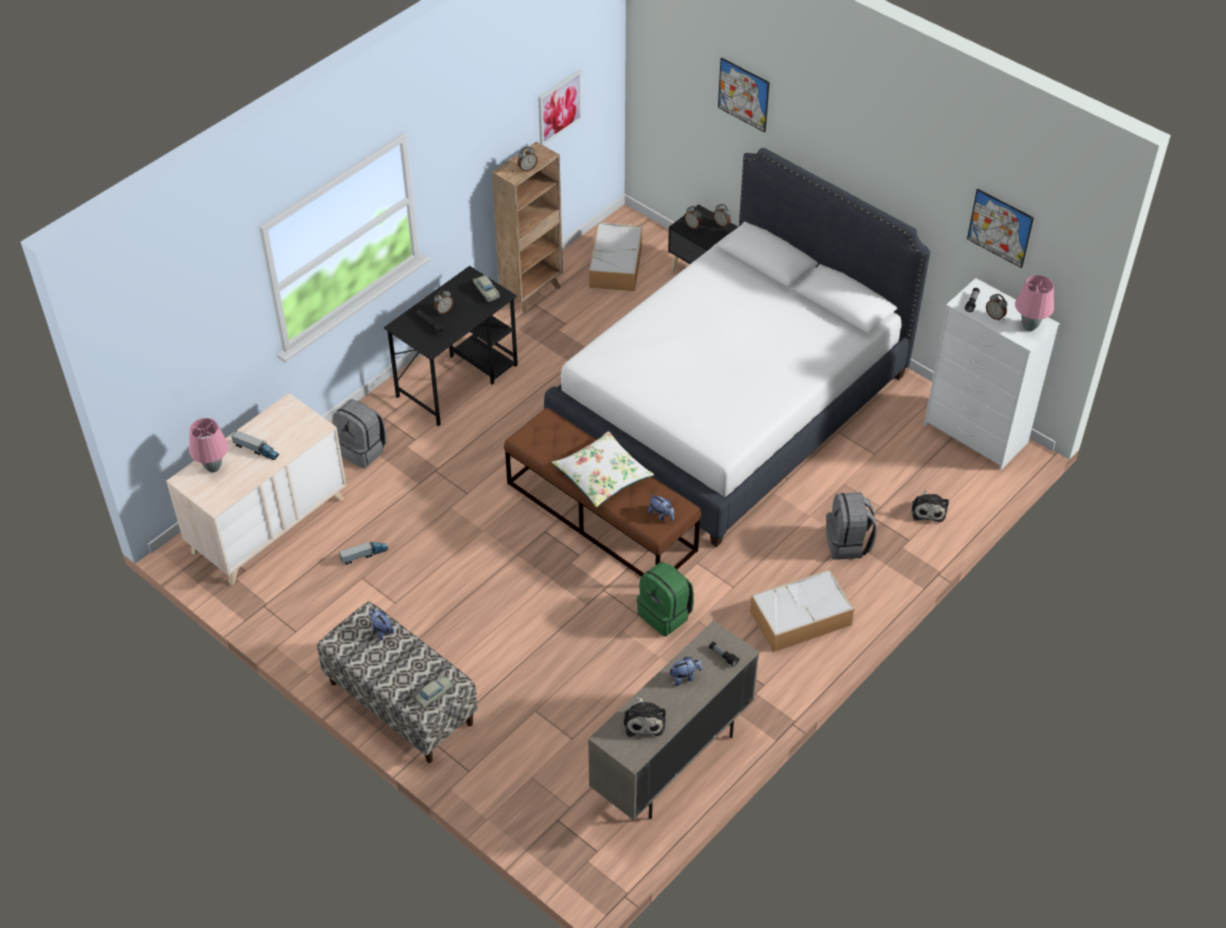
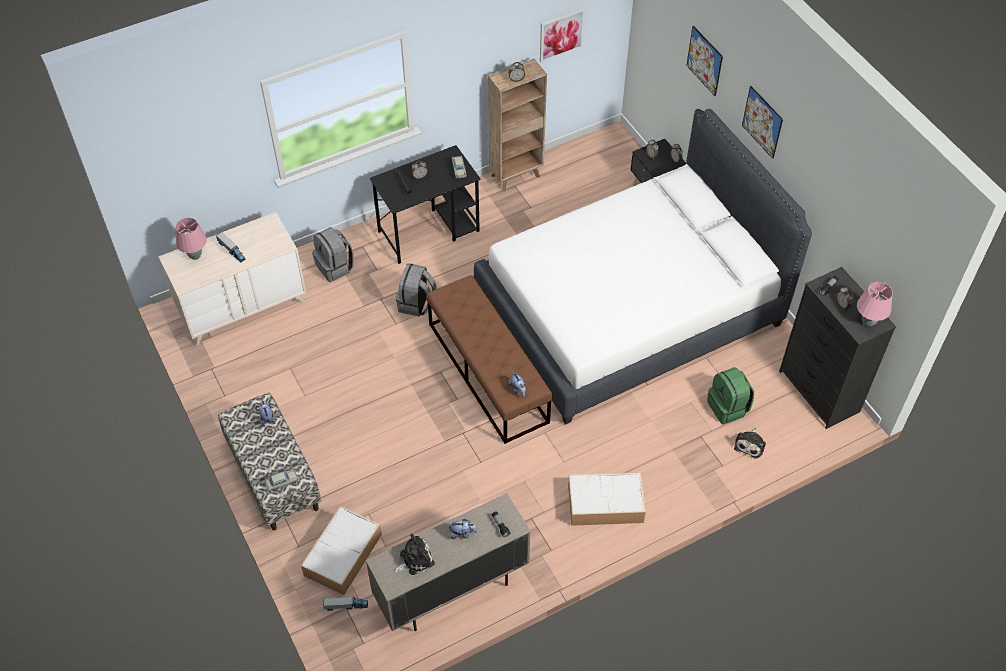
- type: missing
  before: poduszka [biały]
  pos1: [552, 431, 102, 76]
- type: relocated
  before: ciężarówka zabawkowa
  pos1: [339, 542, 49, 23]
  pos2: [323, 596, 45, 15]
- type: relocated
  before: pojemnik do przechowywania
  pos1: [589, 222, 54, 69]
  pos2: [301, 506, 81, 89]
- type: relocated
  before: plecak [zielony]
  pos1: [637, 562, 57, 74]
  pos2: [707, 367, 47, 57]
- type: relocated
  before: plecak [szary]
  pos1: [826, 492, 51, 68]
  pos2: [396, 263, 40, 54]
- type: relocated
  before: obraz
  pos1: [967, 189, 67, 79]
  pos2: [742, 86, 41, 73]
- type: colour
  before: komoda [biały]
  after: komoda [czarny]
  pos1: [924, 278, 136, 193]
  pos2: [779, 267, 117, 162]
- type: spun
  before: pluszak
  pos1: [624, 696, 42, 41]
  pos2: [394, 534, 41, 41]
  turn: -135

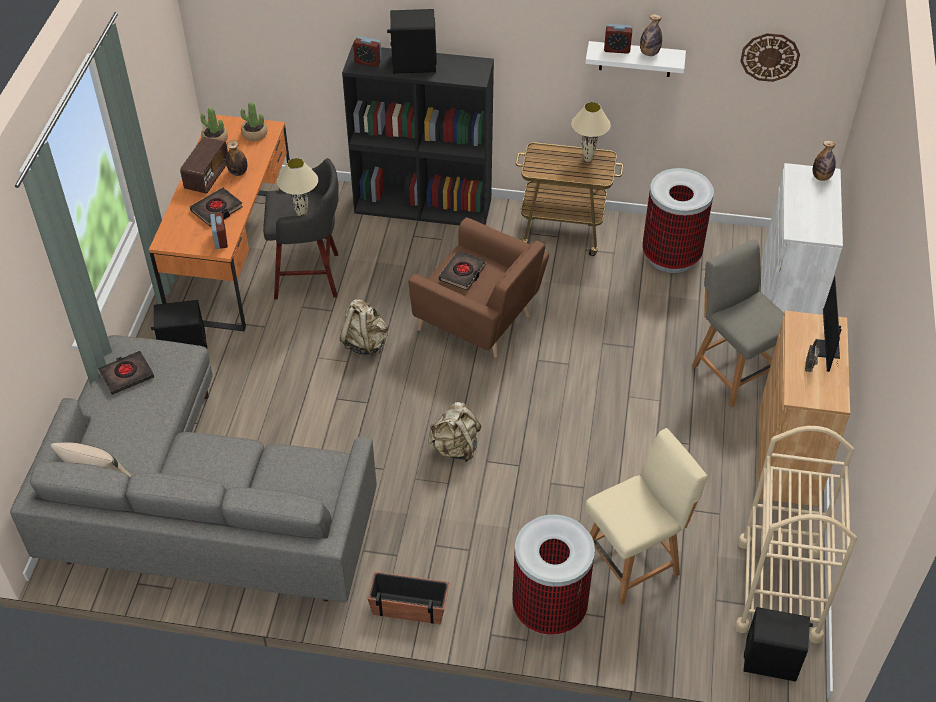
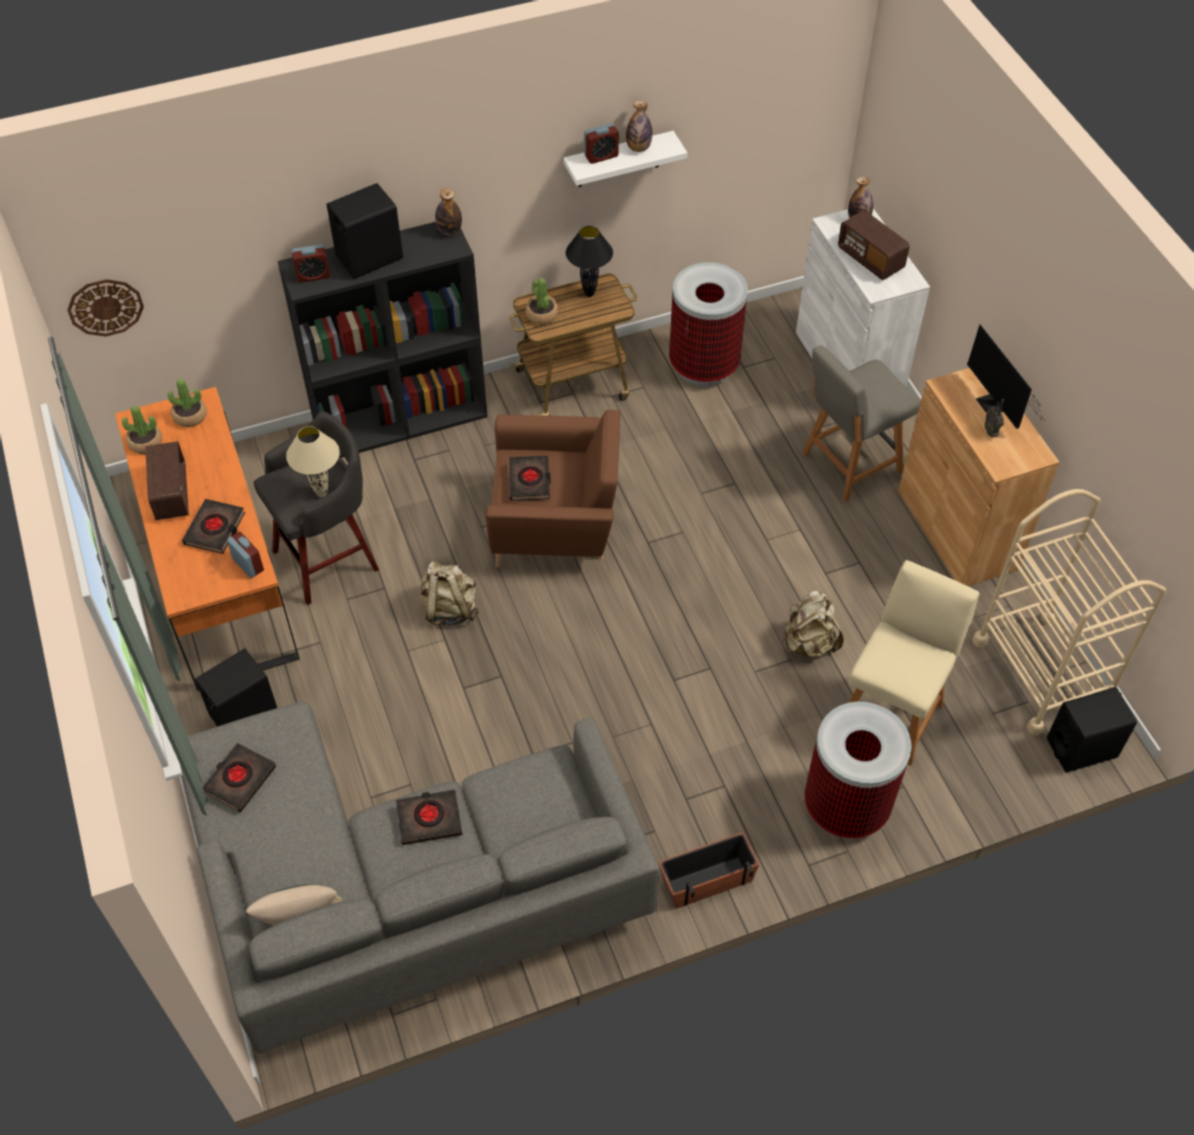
- type: appeared
  after: książka [czarny]
  pos2: [396, 789, 67, 56]
- type: appeared
  after: roślina doniczkowa
  pos2: [526, 278, 32, 46]
- type: appeared
  after: radio
  pos2: [838, 210, 72, 70]
- type: relocated
  before: butelka
  pos1: [226, 140, 21, 36]
  pos2: [435, 188, 27, 47]
- type: relocated
  before: plecak [beżowy]
  pos1: [428, 402, 53, 60]
  pos2: [782, 590, 62, 68]
- type: relocated
  before: zegar ścienny
  pos1: [740, 33, 60, 49]
  pos2: [67, 279, 77, 58]
- type: colour
  before: lampa stołowa [beżowy]
  after: lampa stołowa [czarny]
  pos1: [572, 102, 39, 60]
  pos2: [566, 226, 47, 71]
- type: spun
  before: krzesło [szary]
  pos1: [692, 239, 92, 168]
  pos2: [802, 345, 119, 157]
  turn: -60

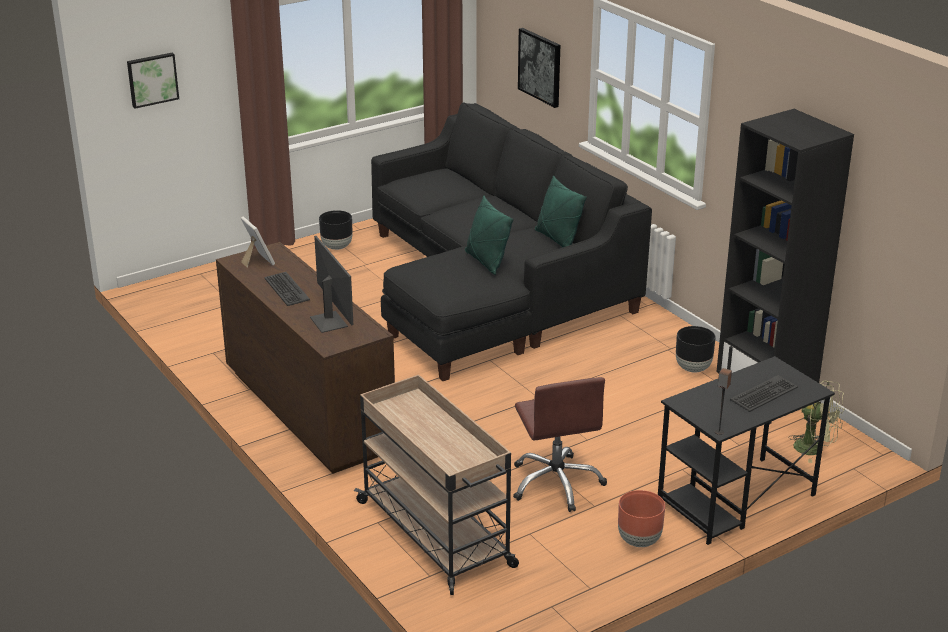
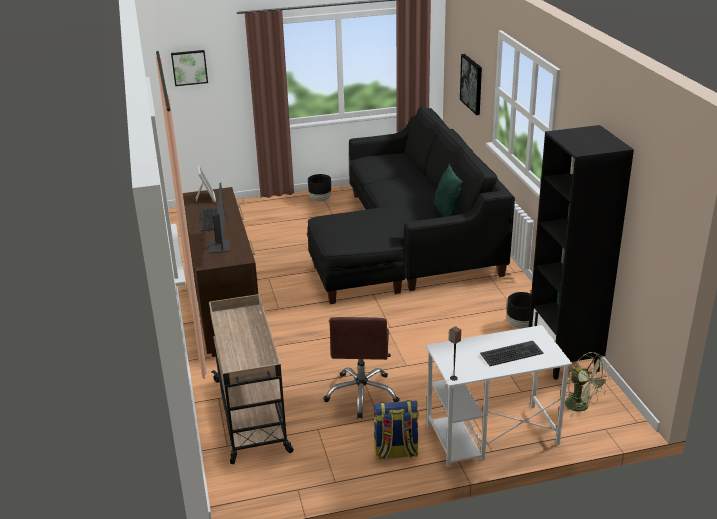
- type: missing
  before: poduszka [zielony]
  pos1: [465, 196, 48, 79]
- type: exchanged
  before: donica [brązowy]
  after: plecak
  pos1: [618, 490, 47, 57]
  pos2: [373, 400, 46, 60]
- type: colour
  before: biurko [czarny]
  after: biurko [biały]
  pos1: [658, 356, 177, 189]
  pos2: [426, 325, 146, 142]

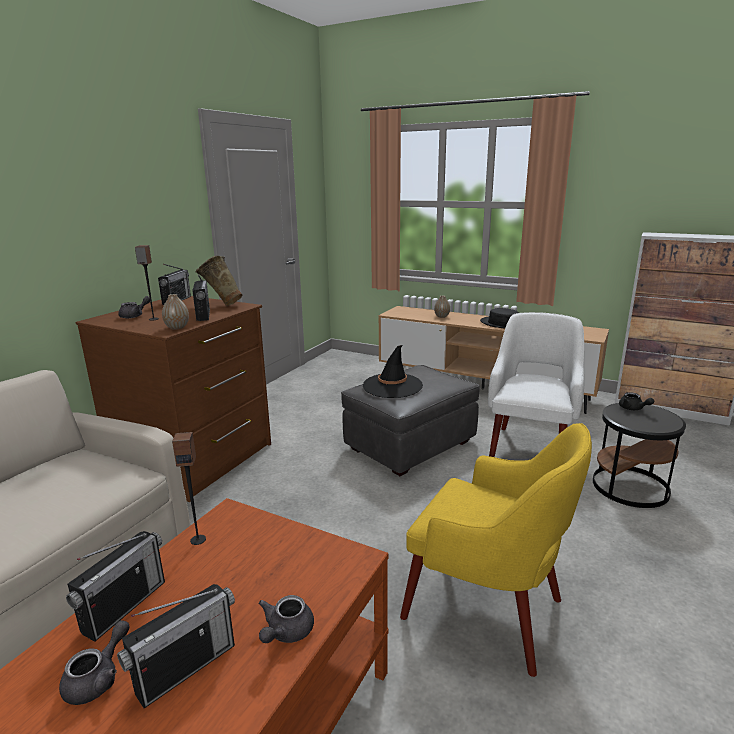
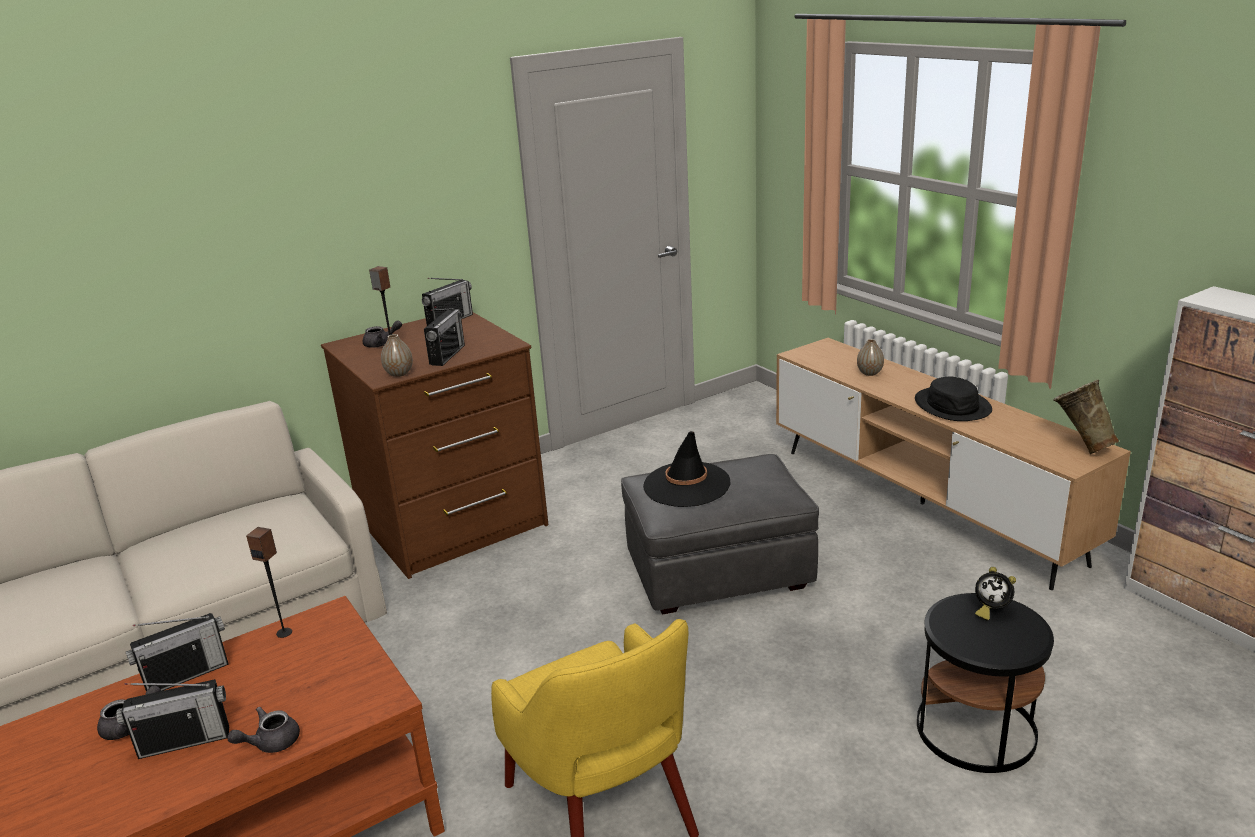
- type: missing
  before: fotel [biały]
  pos1: [488, 312, 96, 145]
- type: relocated
  before: wazon [beżowy]
  pos1: [195, 256, 48, 50]
  pos2: [1053, 380, 66, 74]
- type: exchanged
  before: imbryk [czarny]
  after: budzik
  pos1: [619, 392, 35, 18]
  pos2: [975, 567, 41, 53]

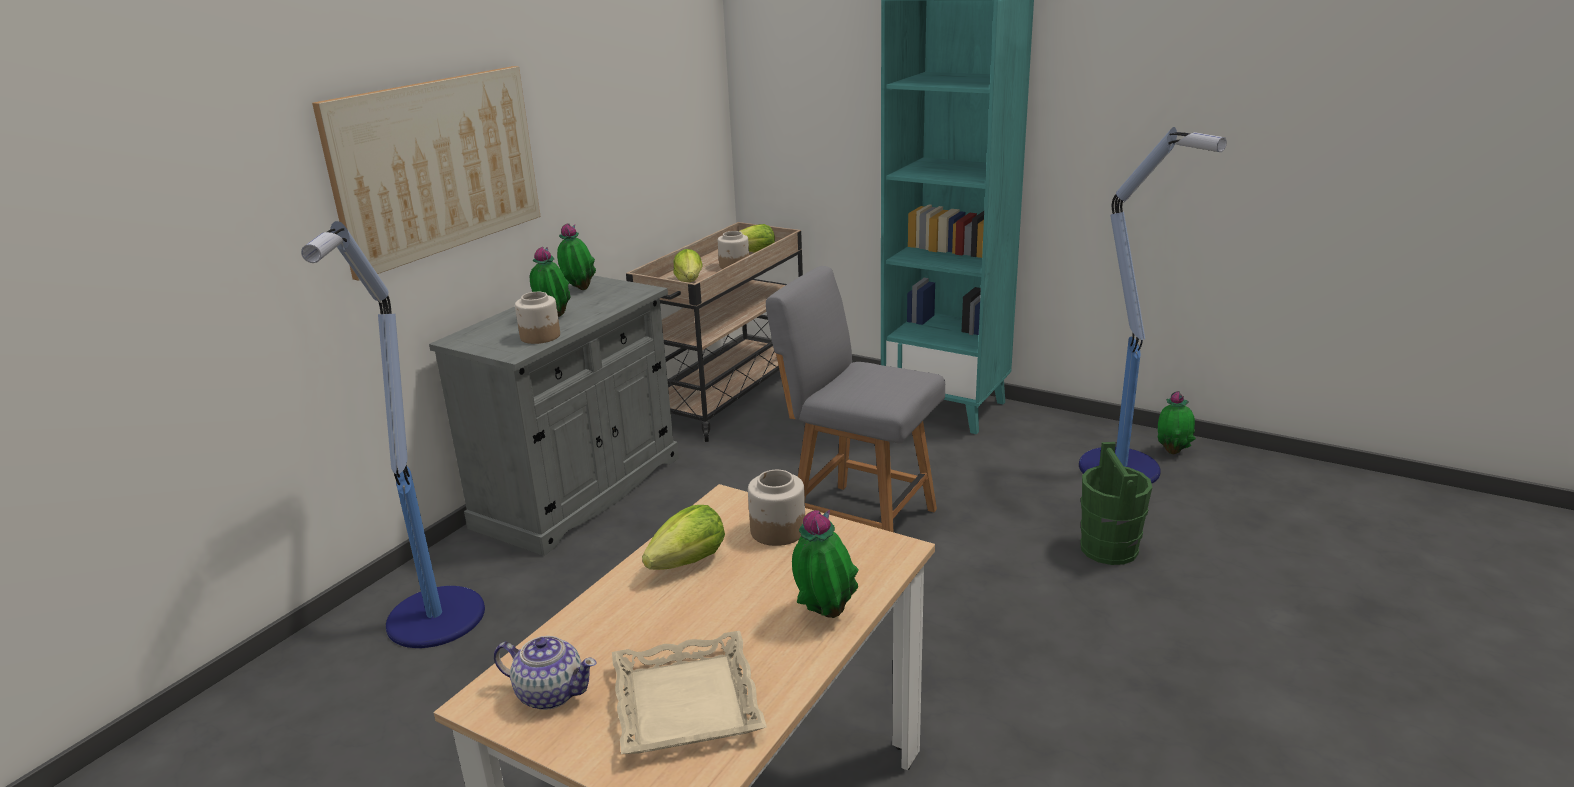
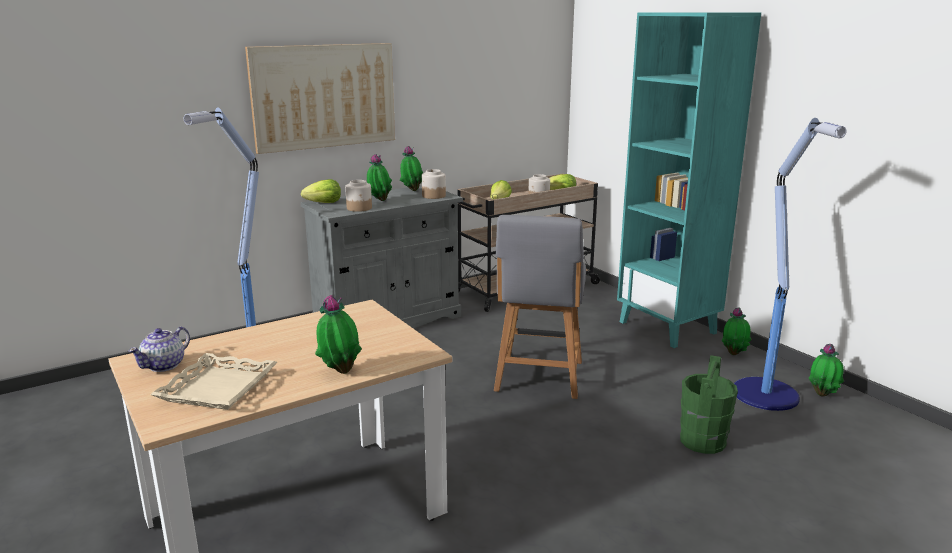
- type: appeared
  after: roślina doniczkowa
  pos2: [722, 307, 29, 48]
- type: relocated
  before: sałata
  pos1: [642, 505, 83, 65]
  pos2: [301, 179, 40, 24]
- type: relocated
  before: słoik
  pos1: [748, 470, 57, 76]
  pos2: [422, 169, 24, 30]
- type: spun
  before: imbryk
  pos1: [494, 636, 103, 74]
  pos2: [129, 326, 61, 46]
  turn: 75
- type: spun
  before: krzesło [szary]
  pos1: [766, 266, 179, 266]
  pos2: [494, 215, 92, 184]
  turn: -135

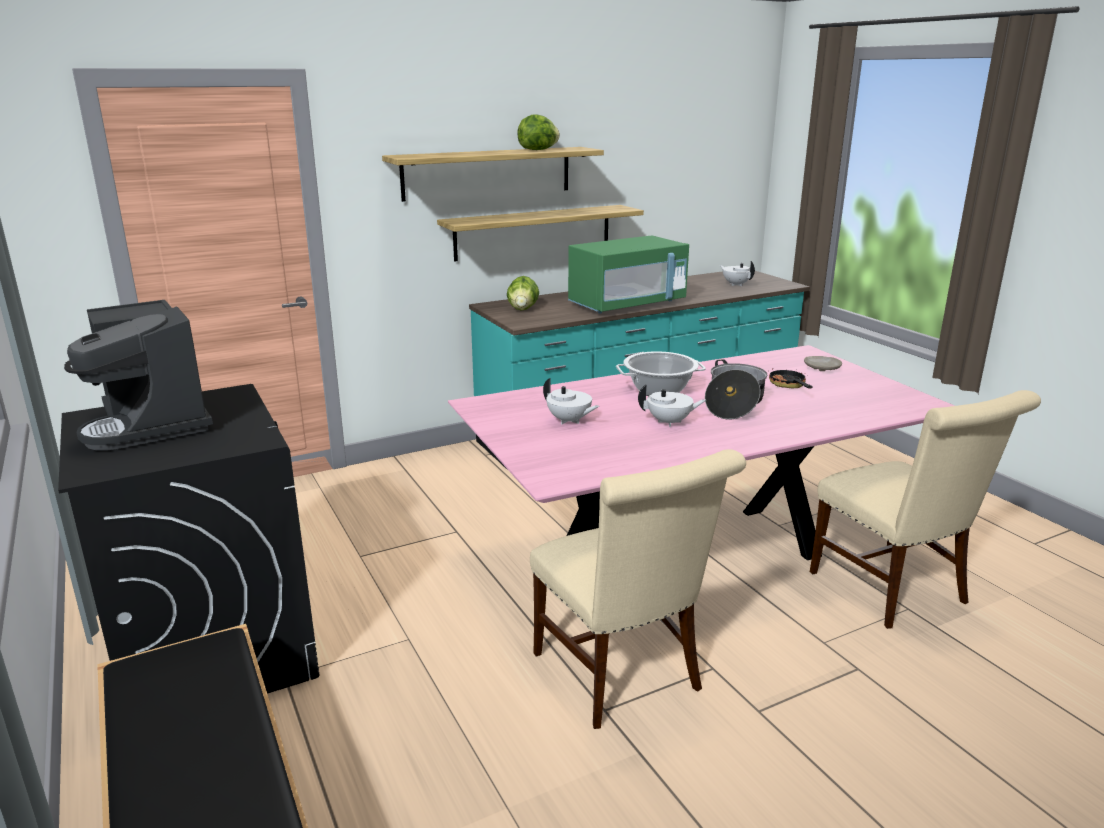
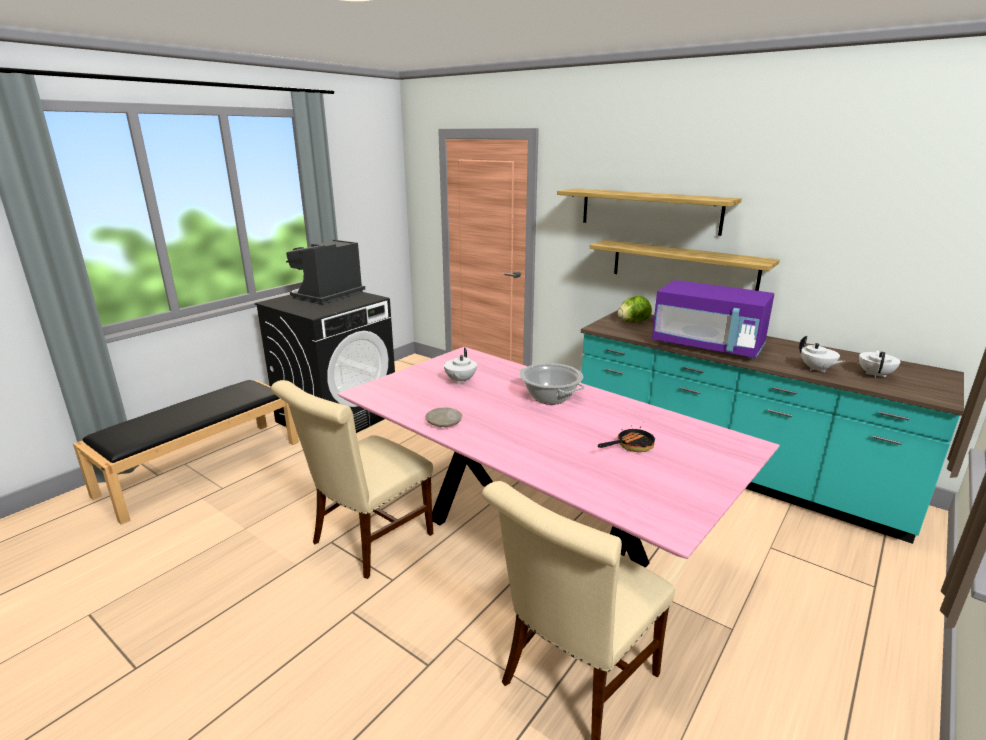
- type: missing
  before: sałata
  pos1: [517, 114, 43, 36]
- type: missing
  before: garnek
  pos1: [705, 359, 62, 61]
- type: relocated
  before: imbryk [biały]
  pos1: [638, 384, 68, 43]
  pos2: [799, 336, 47, 37]
- type: relocated
  before: talerz [beżowy]
  pos1: [804, 356, 38, 15]
  pos2: [426, 408, 37, 19]
- type: colour
  before: mikrofalówka [zielony]
  after: mikrofalówka [fioletowy]
  pos1: [568, 236, 121, 77]
  pos2: [652, 280, 122, 79]

